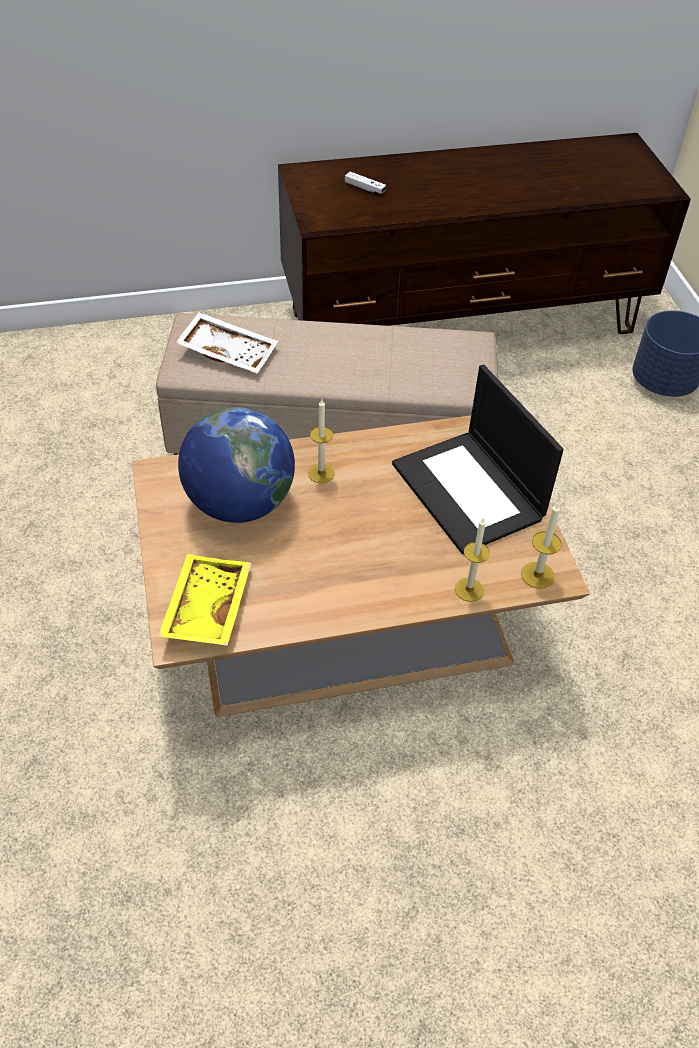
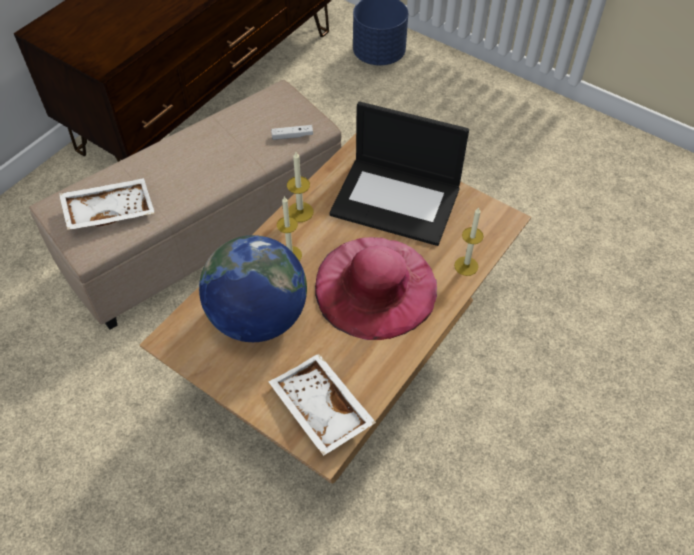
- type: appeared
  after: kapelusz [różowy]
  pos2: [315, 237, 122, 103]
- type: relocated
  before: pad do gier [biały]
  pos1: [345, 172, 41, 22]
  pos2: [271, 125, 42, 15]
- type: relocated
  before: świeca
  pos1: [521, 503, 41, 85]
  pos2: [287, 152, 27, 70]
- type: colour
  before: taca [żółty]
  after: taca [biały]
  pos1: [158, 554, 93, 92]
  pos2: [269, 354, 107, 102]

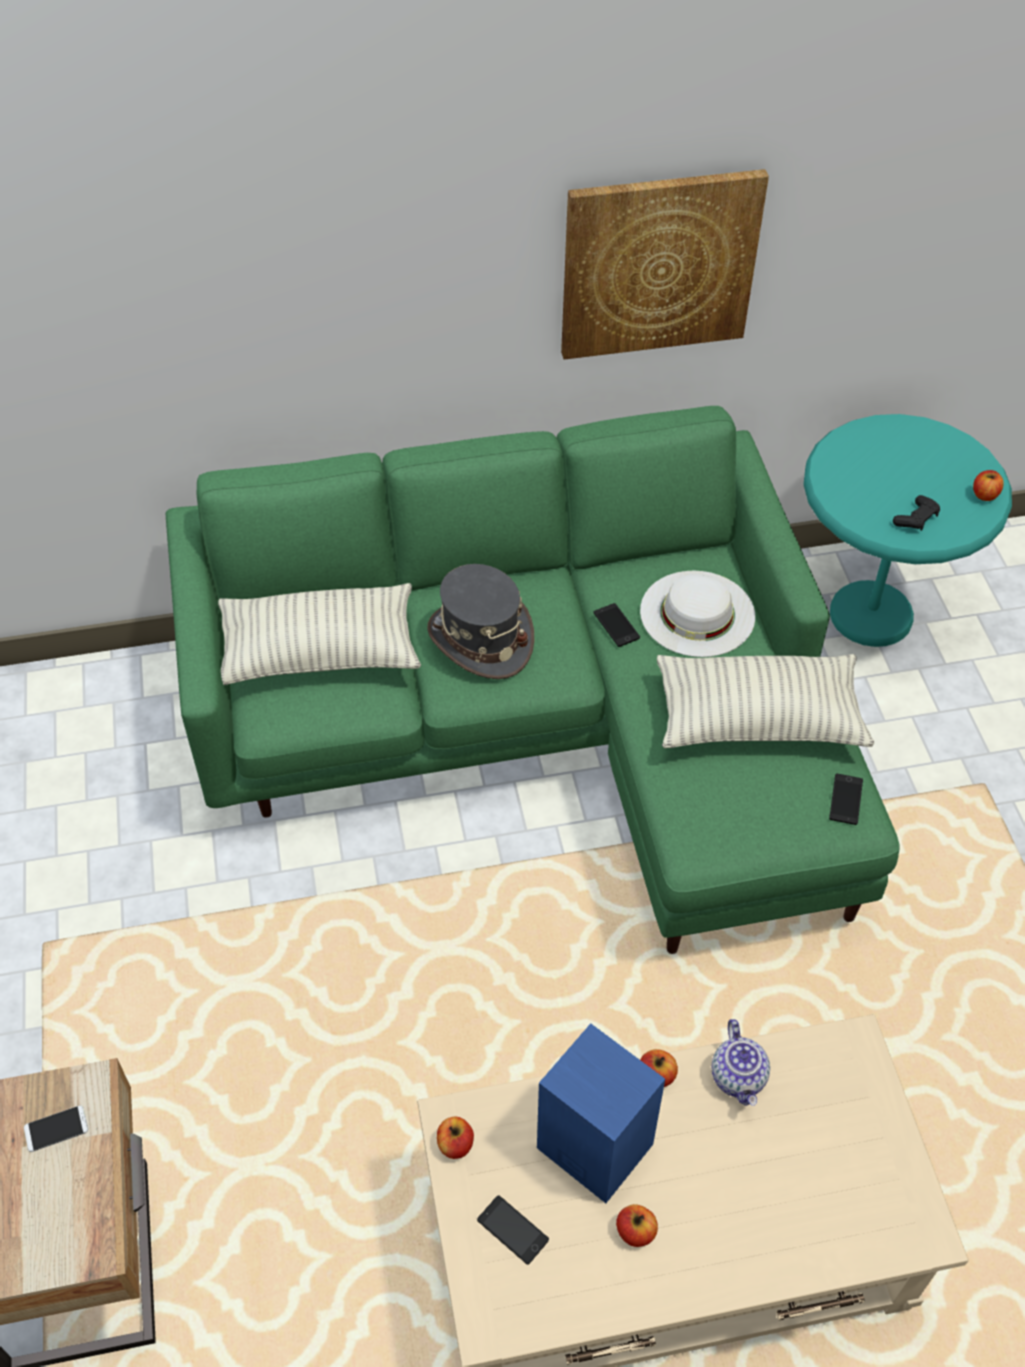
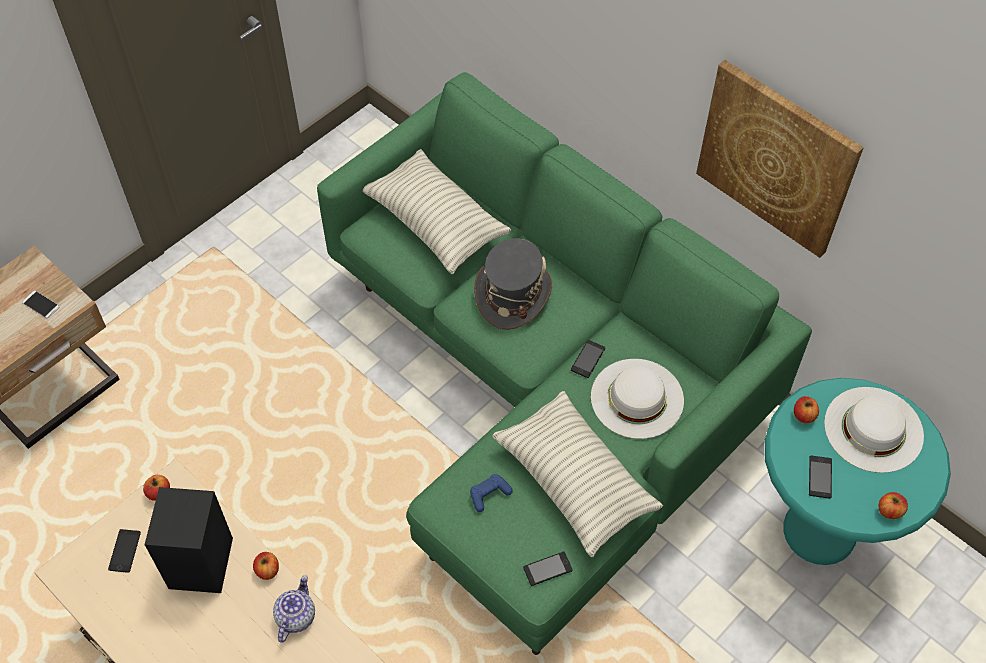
- type: appeared
  after: pad do gier [niebieski]
  pos2: [470, 474, 43, 38]
- type: appeared
  after: kapelusz [biały]
  pos2: [824, 387, 100, 86]
- type: relocated
  before: jabłko
  pos1: [616, 1204, 42, 43]
  pos2: [794, 396, 25, 27]
- type: exchanged
  before: pad do gier [czarny]
  after: telefon
  pos1: [893, 495, 47, 36]
  pos2: [809, 456, 23, 43]
- type: colour
  before: głośnik [niebieski]
  after: głośnik [czarny]
  pos1: [537, 1023, 128, 180]
  pos2: [144, 487, 89, 106]
- type: spun
  before: imbryk
  pos1: [711, 1019, 59, 87]
  pos2: [273, 575, 42, 68]
  turn: 150

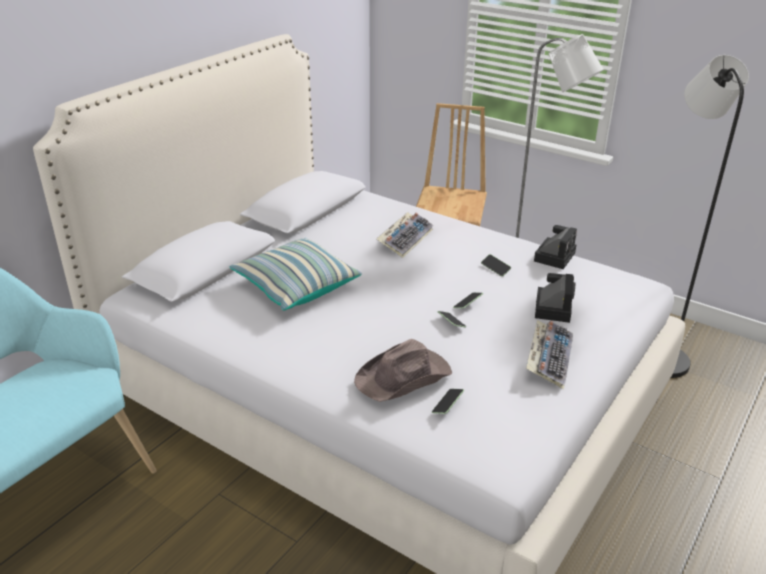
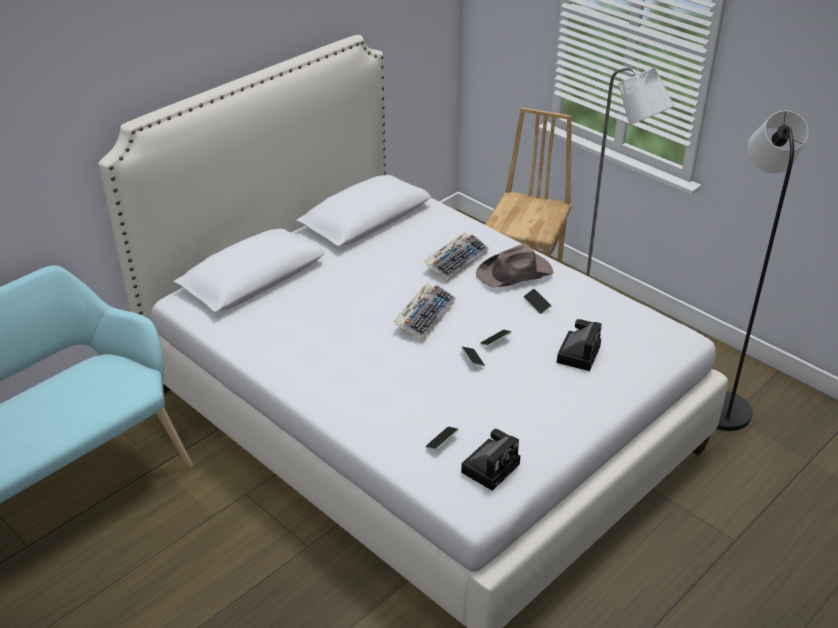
- type: missing
  before: poduszka
  pos1: [230, 238, 132, 73]
- type: relocated
  before: kapelusz [brązowy]
  pos1: [354, 339, 98, 63]
  pos2: [476, 244, 77, 44]
- type: relocated
  before: klawiatura
  pos1: [526, 320, 47, 69]
  pos2: [394, 283, 62, 60]
- type: relocated
  before: aparat fotograficzny
  pos1: [534, 225, 43, 44]
  pos2: [461, 429, 59, 62]

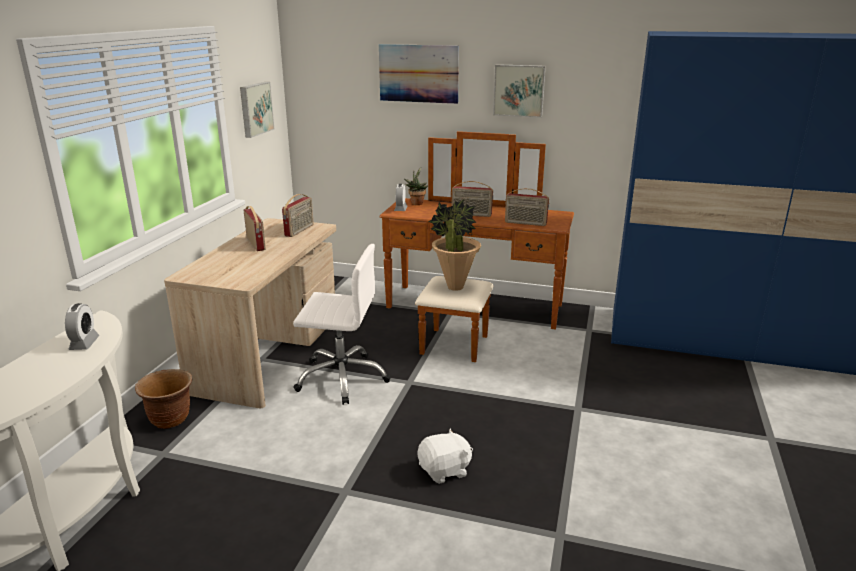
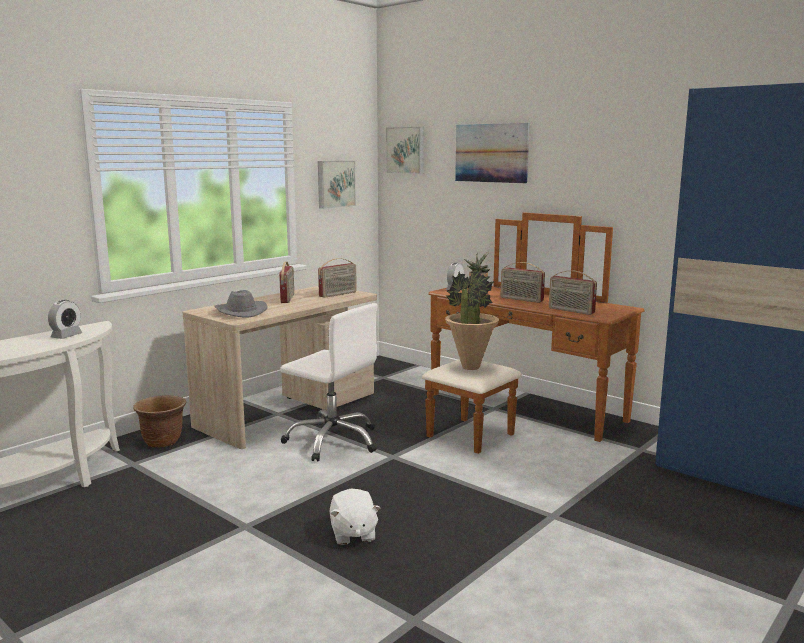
- type: appeared
  after: kapelusz [szary]
  pos2: [214, 290, 54, 28]
- type: relocated
  before: obraz
  pos1: [493, 64, 53, 54]
  pos2: [386, 127, 38, 47]
- type: spun
  before: pluszak [biały]
  pos1: [418, 429, 55, 55]
  pos2: [330, 489, 50, 56]
  turn: 75

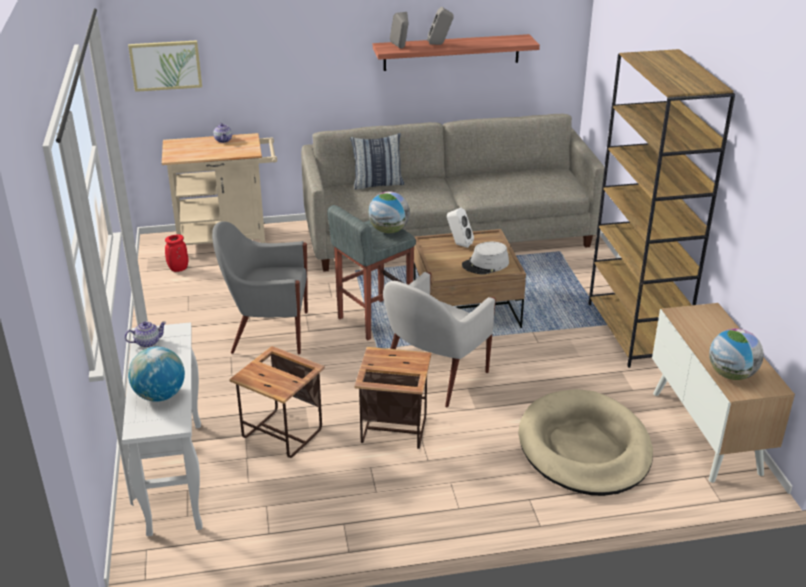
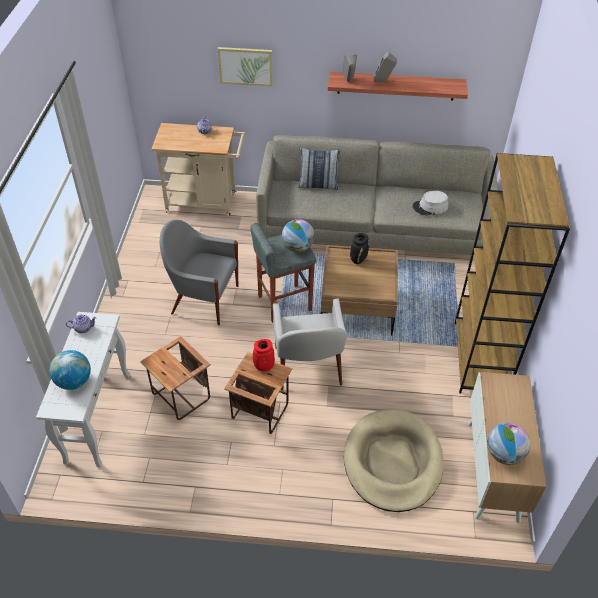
- type: relocated
  before: obraz
  pos1: [128, 40, 74, 52]
  pos2: [217, 47, 56, 39]
- type: relocated
  before: wazon [czerwony]
  pos1: [165, 234, 24, 38]
  pos2: [253, 339, 22, 32]
- type: relocated
  before: kapelusz [szary]
  pos1: [462, 242, 47, 33]
  pos2: [412, 190, 36, 25]
- type: exchanged
  before: głośnik [biały]
  after: wazon [czarny]
  pos1: [447, 208, 27, 40]
  pos2: [350, 233, 19, 31]
- type: spun
  before: fotel [biały]
  pos1: [383, 272, 113, 136]
  pos2: [273, 297, 74, 94]
  turn: -60

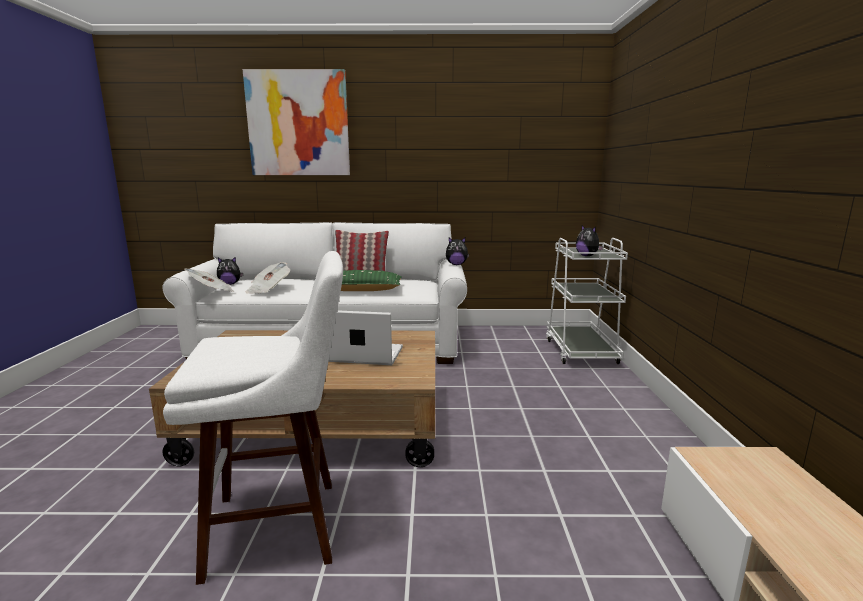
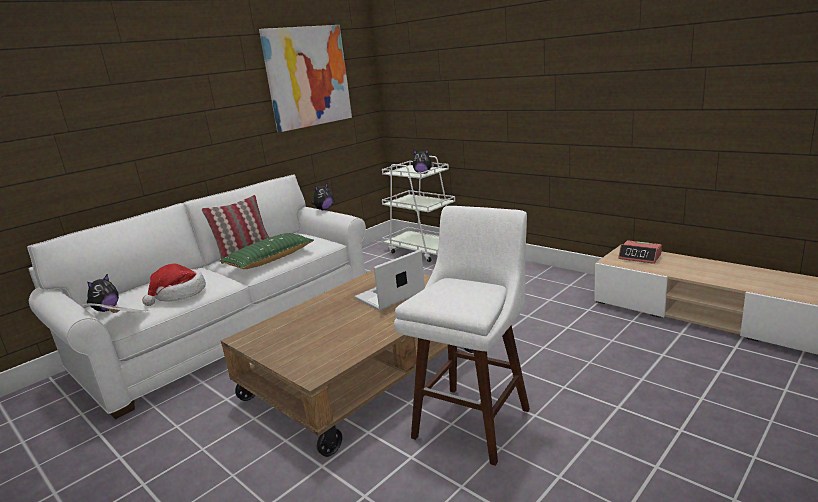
- type: appeared
  after: budzik
  pos2: [618, 240, 44, 24]
- type: relocated
  before: obraz
  pos1: [243, 69, 107, 106]
  pos2: [259, 25, 93, 107]
- type: exchanged
  before: gazeta
  after: kapelusz
  pos1: [246, 262, 44, 32]
  pos2: [142, 264, 64, 42]

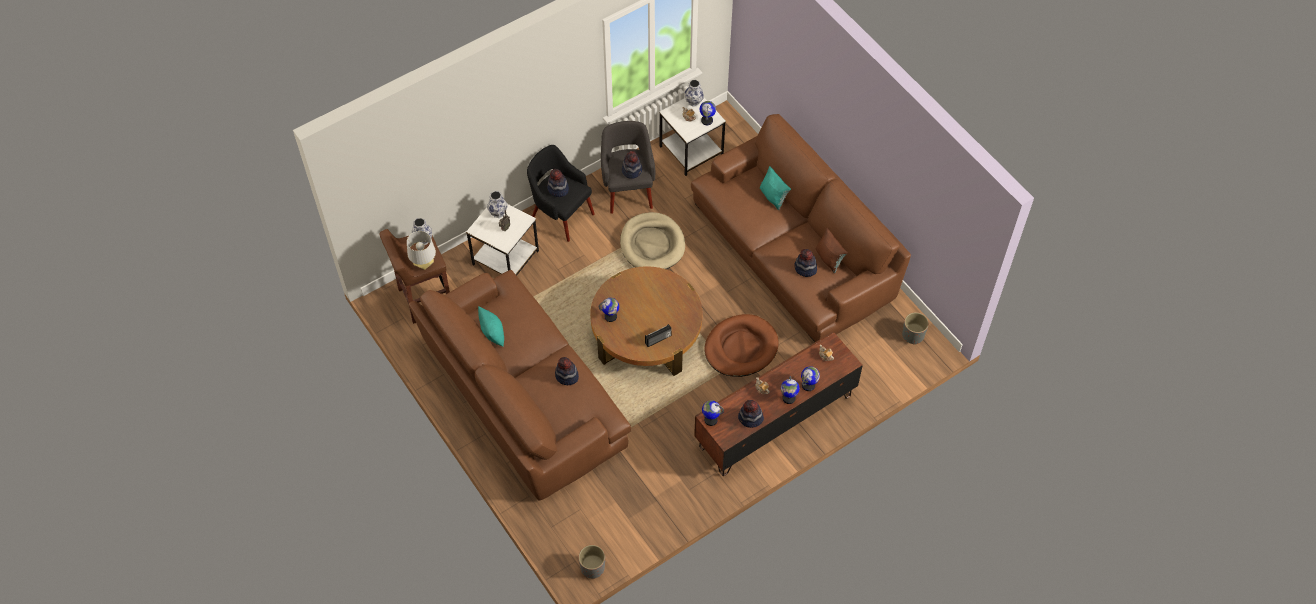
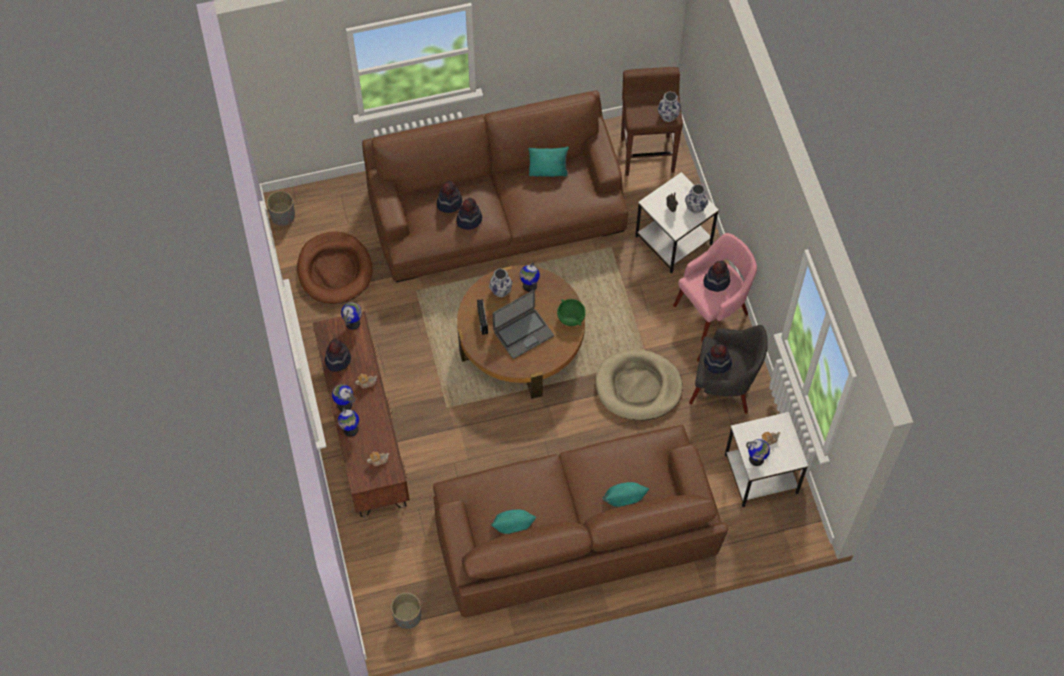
- type: missing
  before: lampa stołowa [szary]
  pos1: [407, 231, 29, 39]
- type: appeared
  after: laptop
  pos2: [493, 290, 61, 69]
- type: appeared
  after: miska [zielony]
  pos2: [557, 299, 29, 27]
- type: relocated
  before: wazon
  pos1: [685, 80, 19, 27]
  pos2: [489, 268, 24, 29]
- type: relocated
  before: legowisko [brązowy]
  pos1: [704, 314, 75, 63]
  pos2: [297, 231, 76, 73]
- type: relocated
  before: kapelusz
  pos1: [794, 249, 23, 28]
  pos2: [437, 181, 25, 32]
- type: colour
  before: fotel [czarny]
  after: fotel [różowy]
  pos1: [527, 145, 68, 97]
  pos2: [673, 233, 84, 108]
- type: colour
  before: poduszka [brązowy]
  after: poduszka [turkusowy]
  pos1: [816, 228, 32, 45]
  pos2: [491, 509, 45, 25]

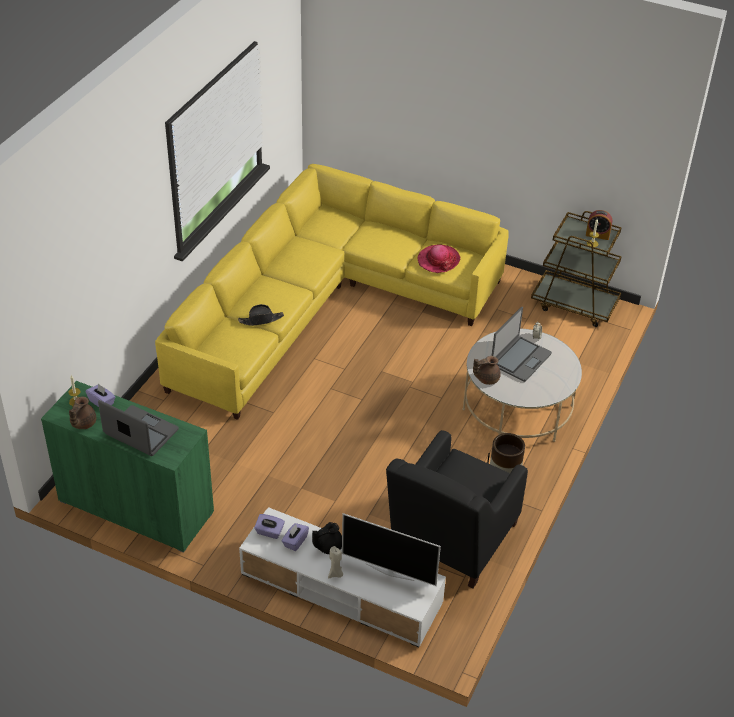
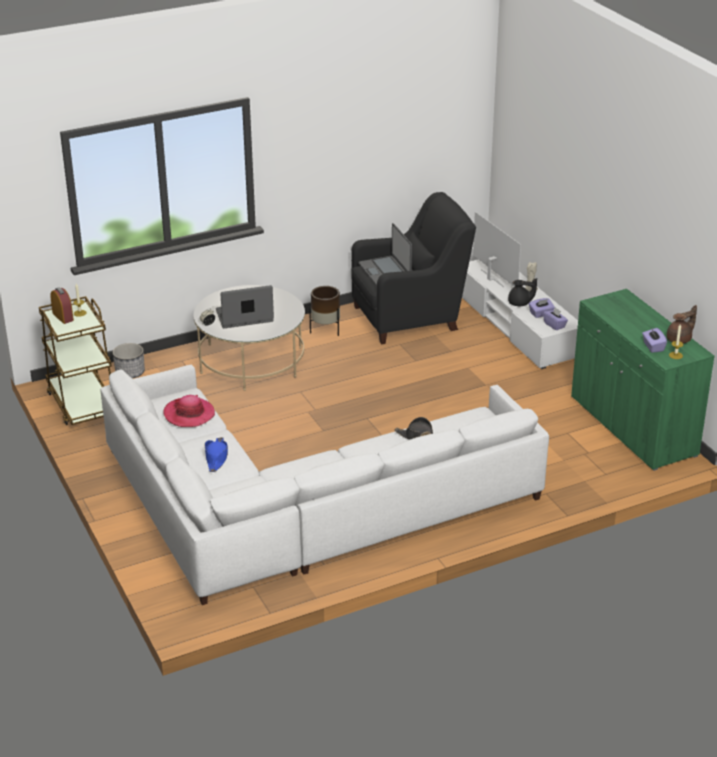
- type: missing
  before: imbryk [brązowy]
  pos1: [473, 356, 28, 29]
- type: appeared
  after: donica
  pos2: [113, 343, 32, 35]
- type: appeared
  after: kapelusz [niebieski]
  pos2: [205, 438, 23, 34]
- type: relocated
  before: laptop
  pos1: [98, 400, 81, 56]
  pos2: [359, 223, 53, 63]
- type: colour
  before: kanapa [żółty]
  after: kanapa [biały]
  pos1: [155, 164, 354, 256]
  pos2: [100, 365, 449, 240]

